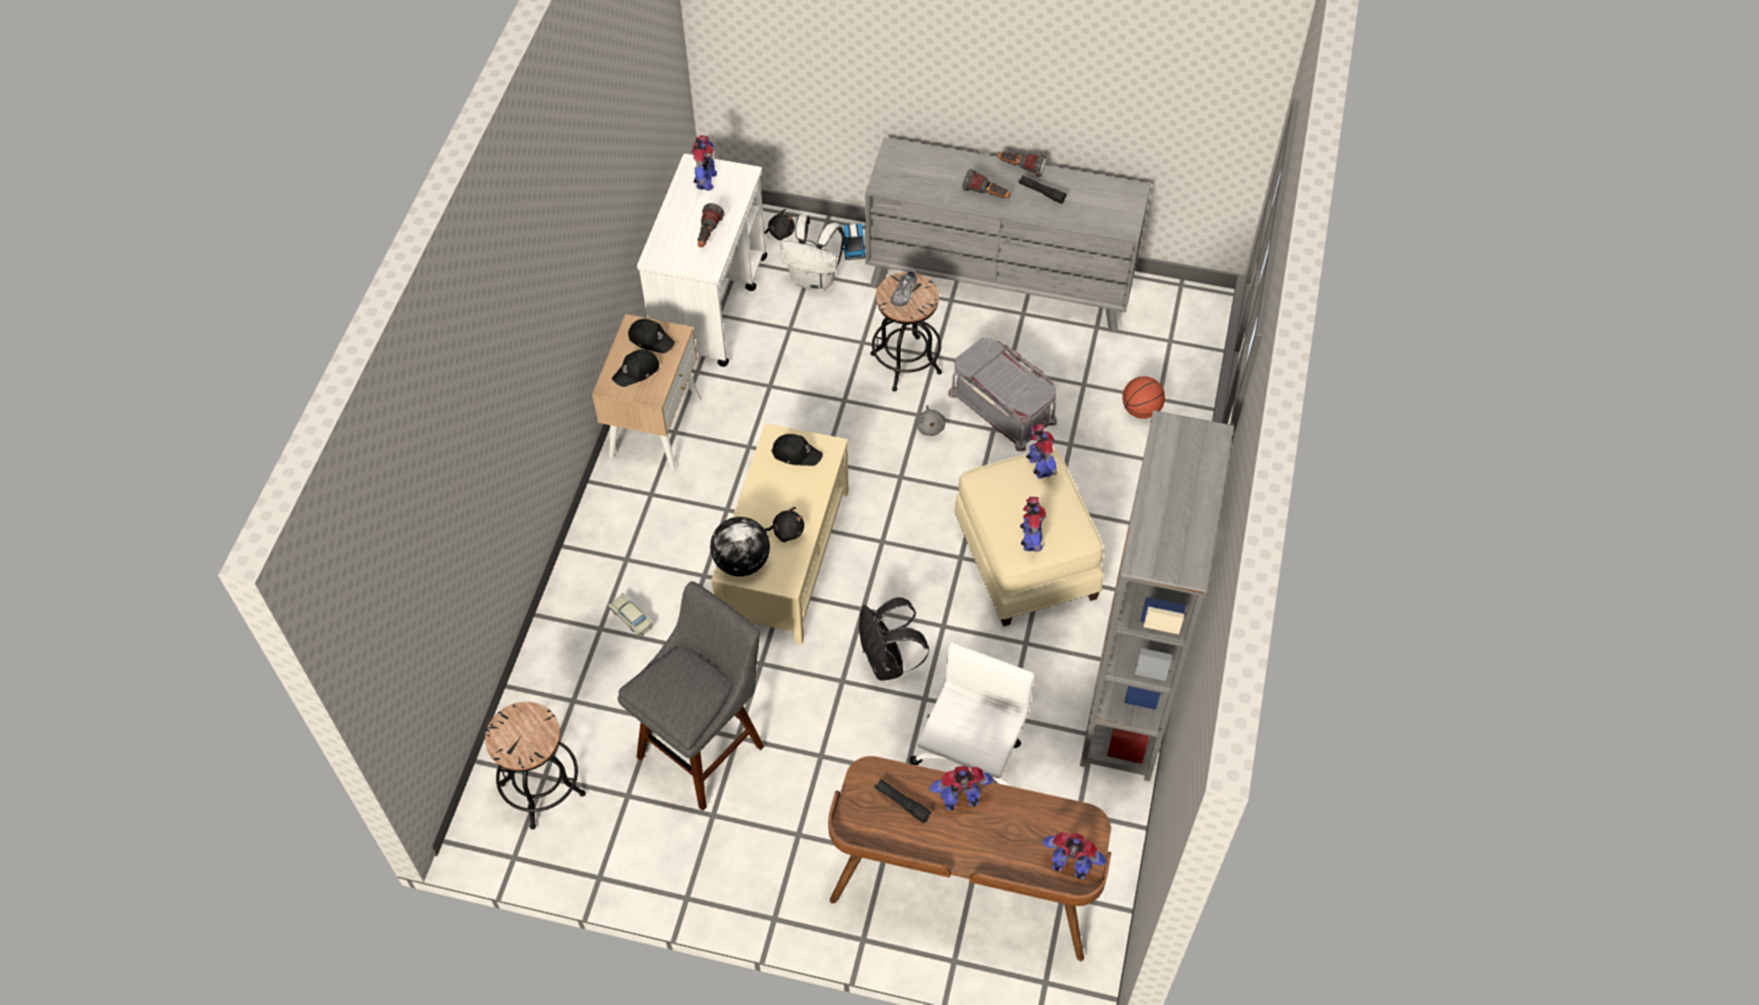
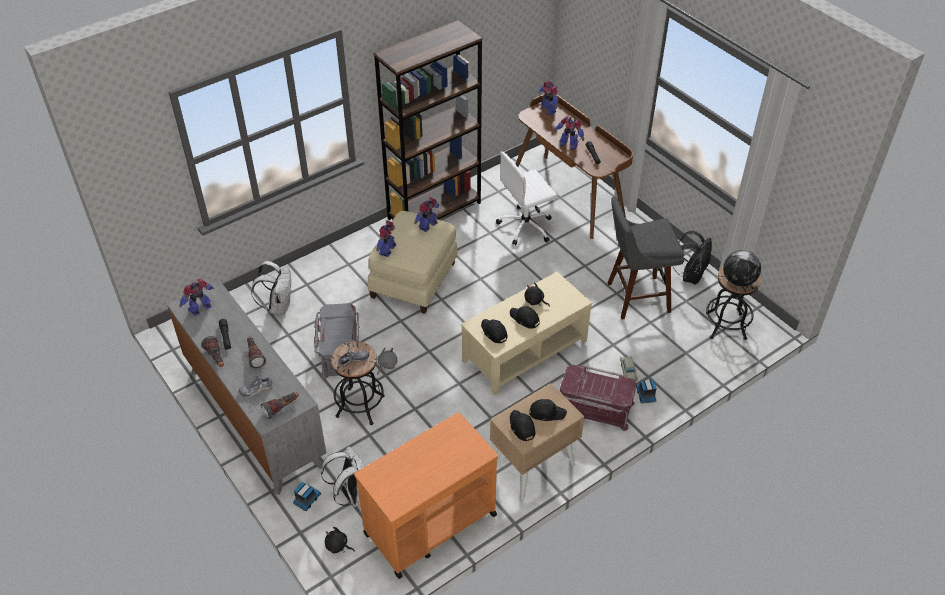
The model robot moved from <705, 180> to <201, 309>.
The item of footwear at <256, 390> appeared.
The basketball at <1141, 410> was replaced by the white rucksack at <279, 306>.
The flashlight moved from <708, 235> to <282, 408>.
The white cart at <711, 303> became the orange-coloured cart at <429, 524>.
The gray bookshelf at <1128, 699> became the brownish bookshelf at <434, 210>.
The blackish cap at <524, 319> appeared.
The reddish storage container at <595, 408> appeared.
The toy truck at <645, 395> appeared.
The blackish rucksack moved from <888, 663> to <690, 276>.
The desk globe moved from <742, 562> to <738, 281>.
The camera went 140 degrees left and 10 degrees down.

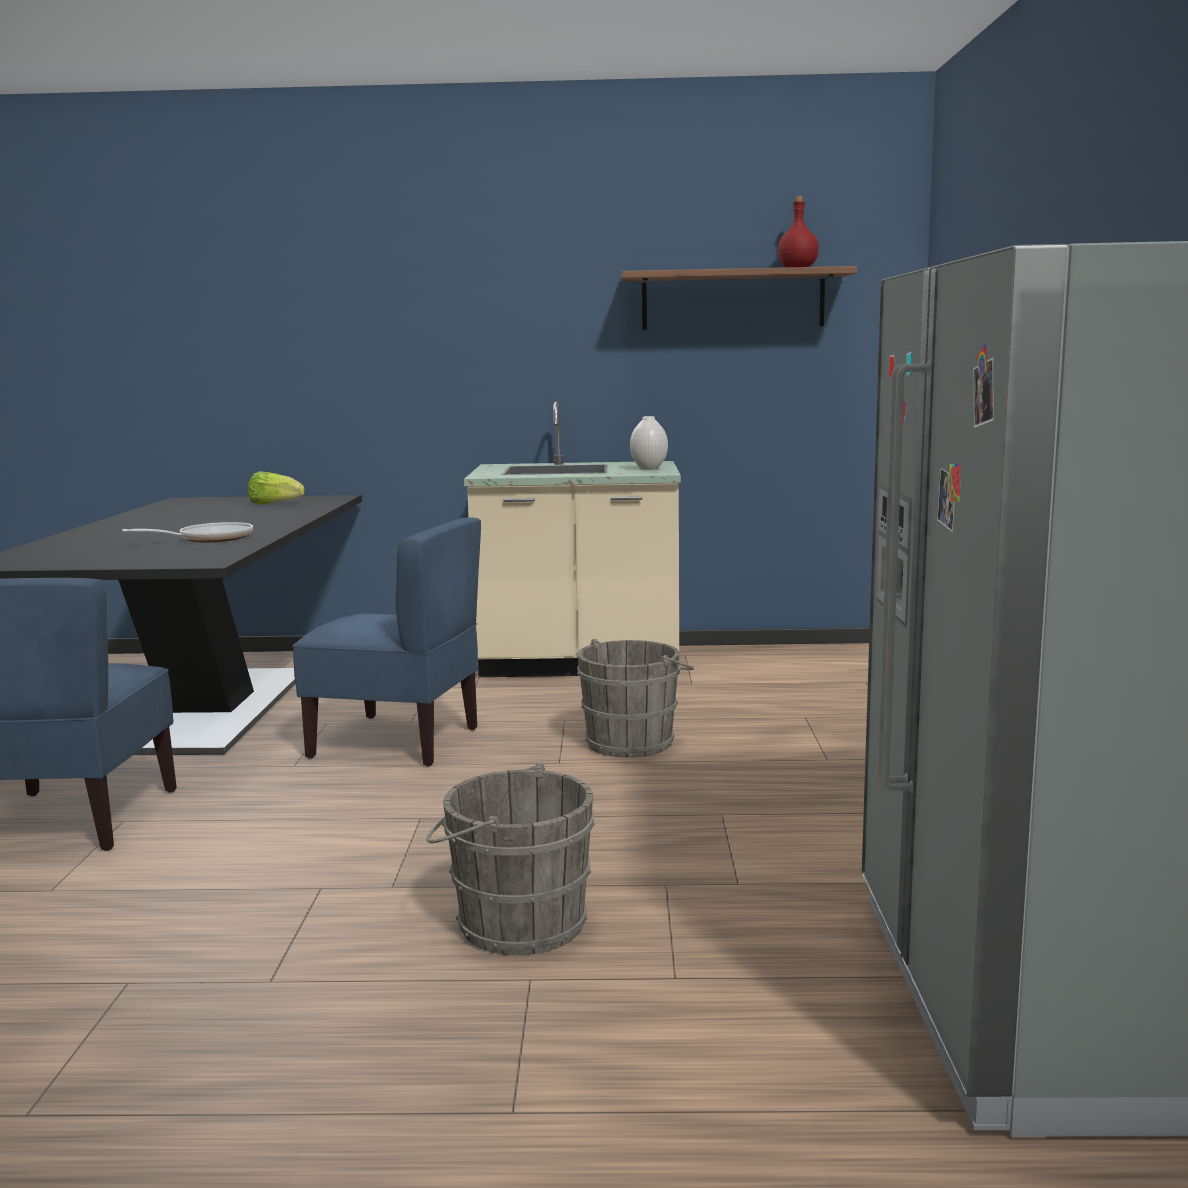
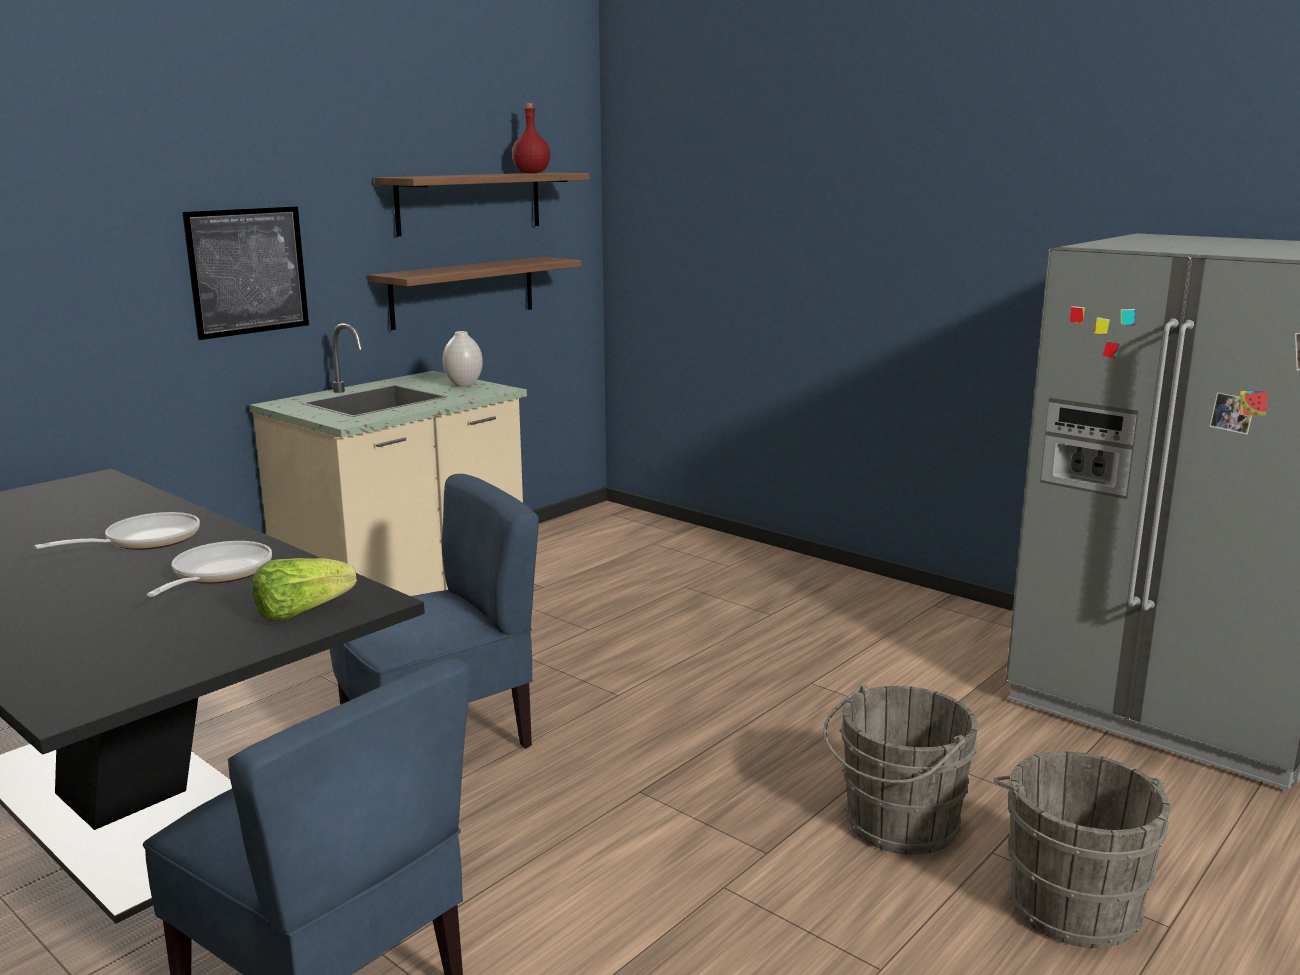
The pan at <144, 540> appeared.
The wall picture at <248, 271> appeared.
The head of lettuce moved from <274, 504> to <301, 612>.
The wall shelf at <463, 292> appeared.
The gray bucket moved from <634, 741> to <1070, 901>.
The camera went 50 degrees left and 5 degrees up.

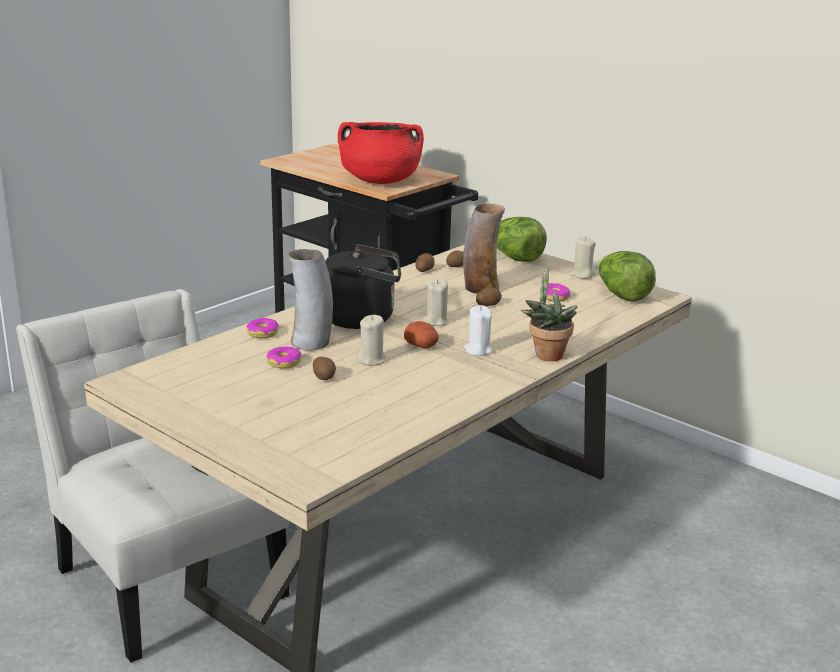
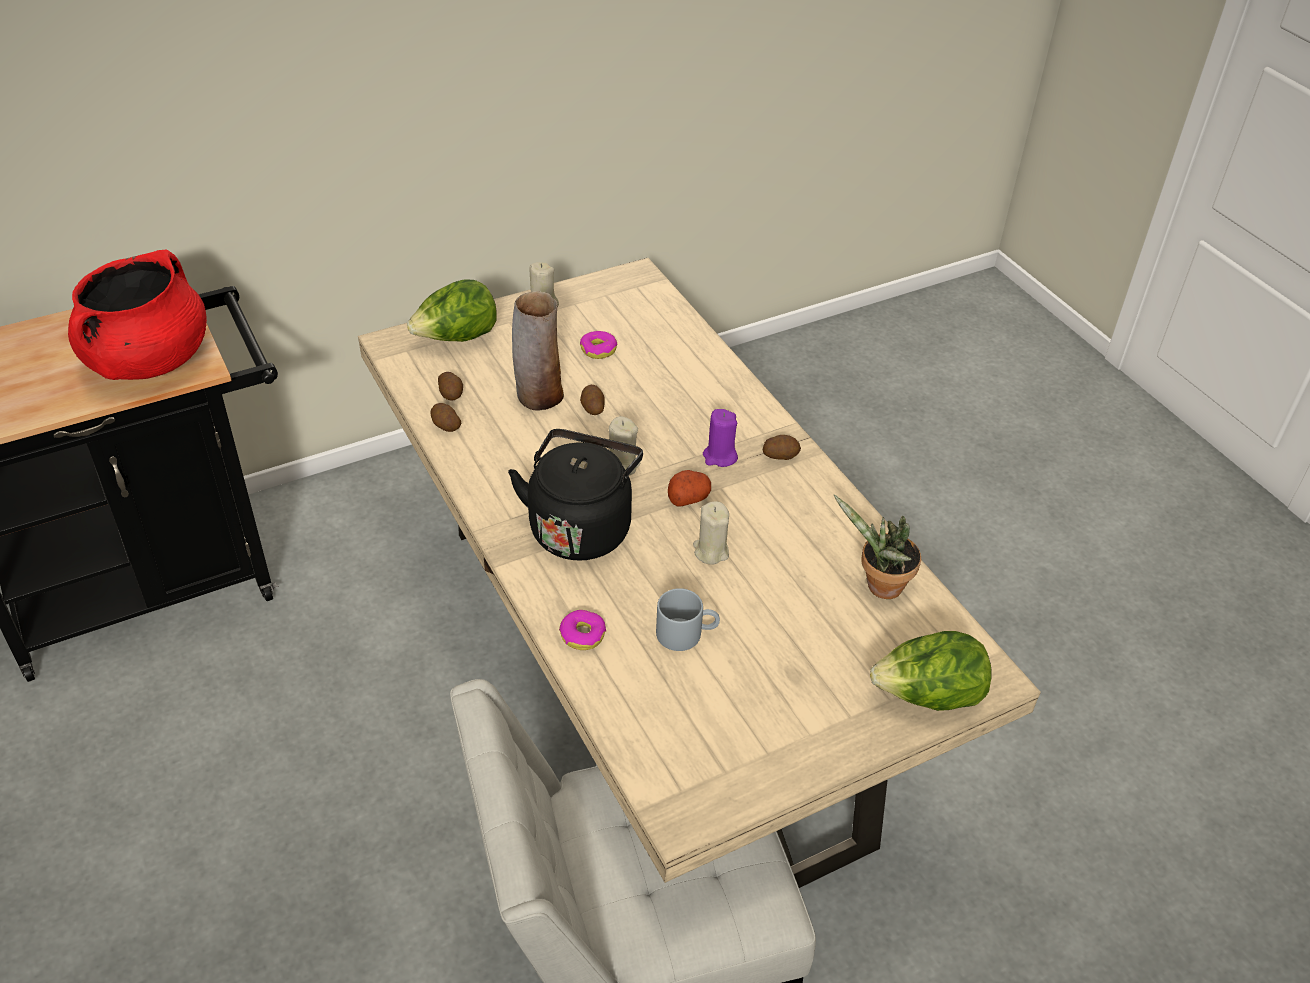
The doughnut at <284, 362> was replaced by the gray mug at <686, 633>.
The white wax light at <478, 350> became the purple-coloured wax light at <719, 456>.
The whole potato moved from <324, 377> to <780, 455>.
The plant in a pot moved from <546, 354> to <879, 587>.
The head of lettuce moved from <622, 296> to <927, 697>.
The decorative vase at <311, 342> disappeared.
The camera went 70 degrees left and 20 degrees up.

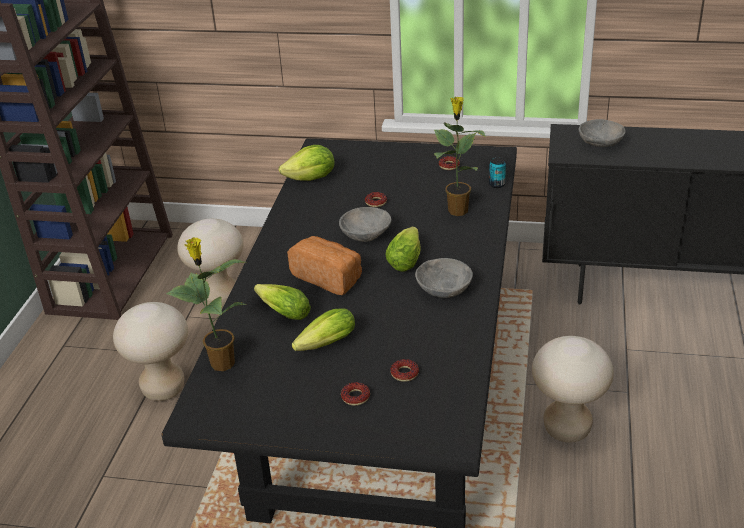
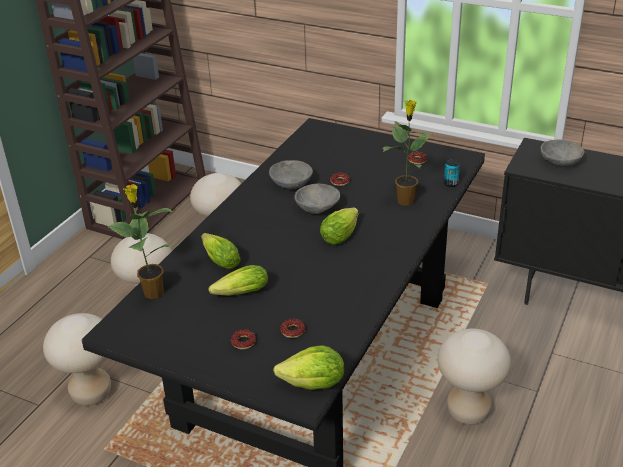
The beige stool seat at <91, 393> appeared.
The gray serving bowl moved from <443, 290> to <290, 184>.
The head of lettuce moved from <311, 179> to <314, 384>.
The bread at <328, 277> disappeared.
The camera went 15 degrees right and 0 degrees up.

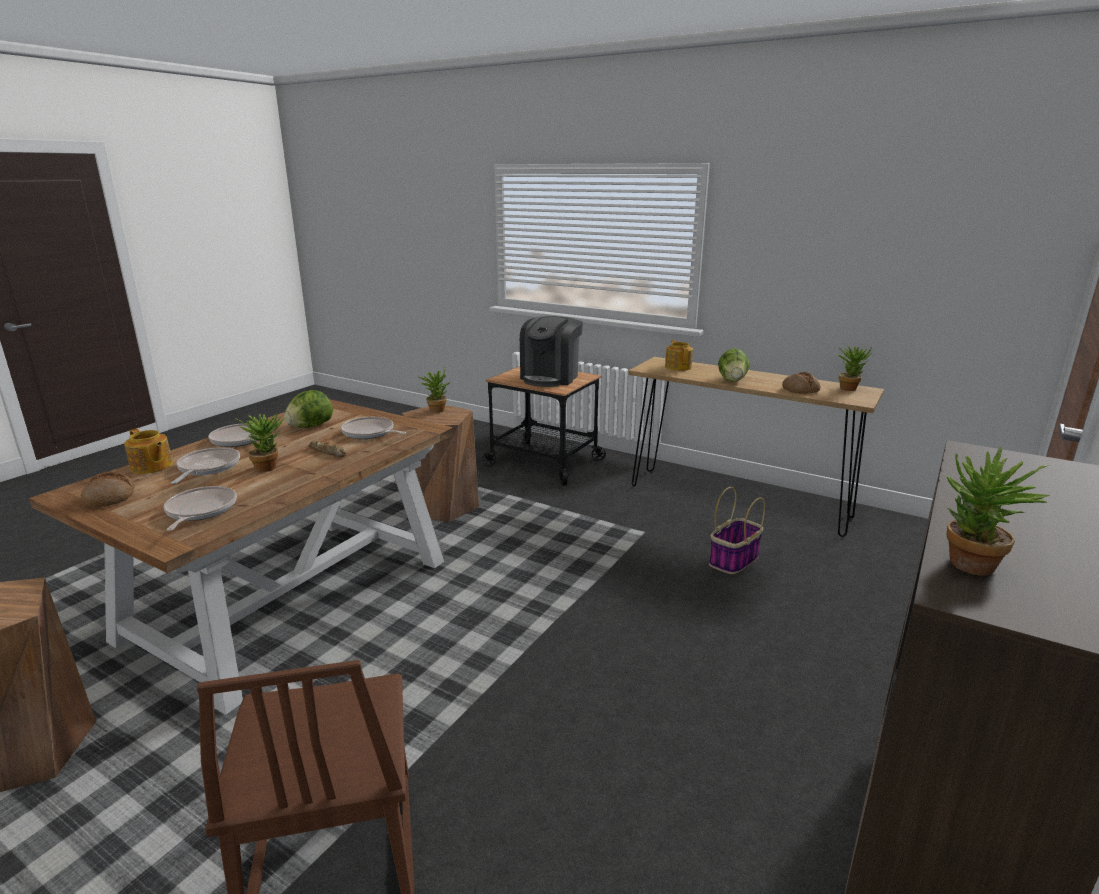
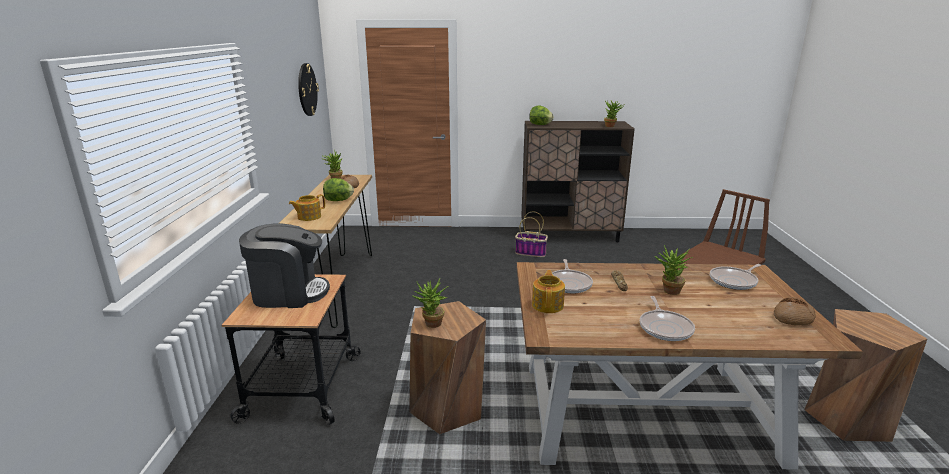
The wall clock at <307, 89> appeared.
The household basket moved from <733, 560> to <531, 252>.
The head of lettuce moved from <310, 426> to <540, 125>.
The pot for tea moved from <151, 466> to <548, 305>.
The pan at <207, 468> disappeared.
The camera went 120 degrees left and 0 degrees up.

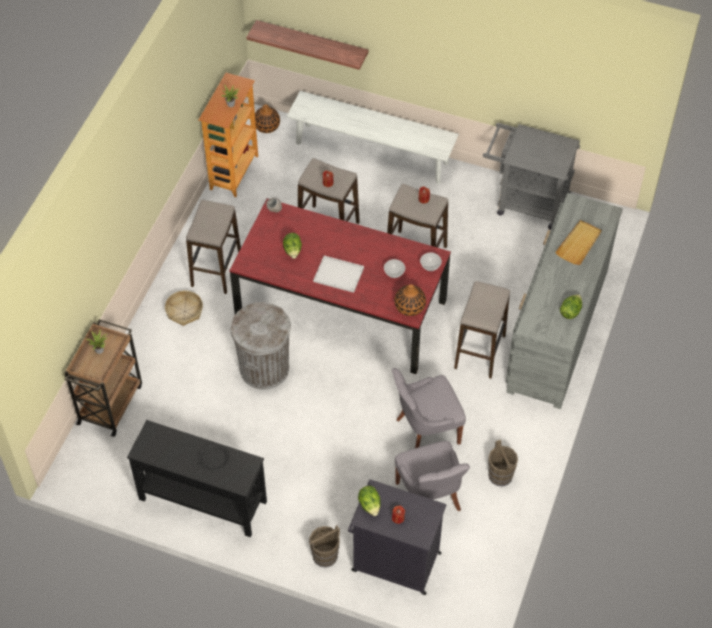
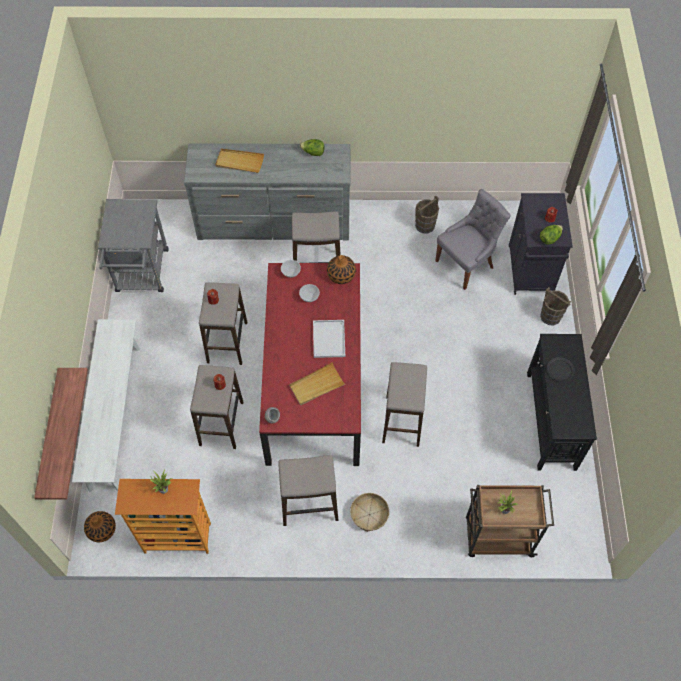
The head of lettuce at <293, 251> was replaced by the beige carrying tray at <316, 385>.
The gray waste bin at <264, 368> was replaced by the stool seat at <402, 421>.
The gray upright chair at <425, 431> disappeared.
The camera went 110 degrees left and 5 degrees up.

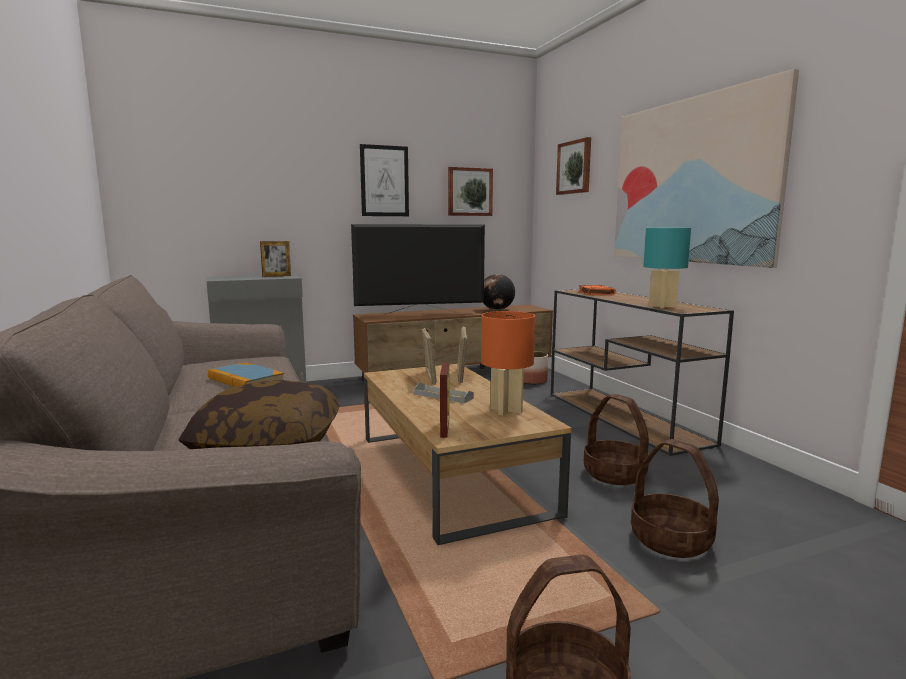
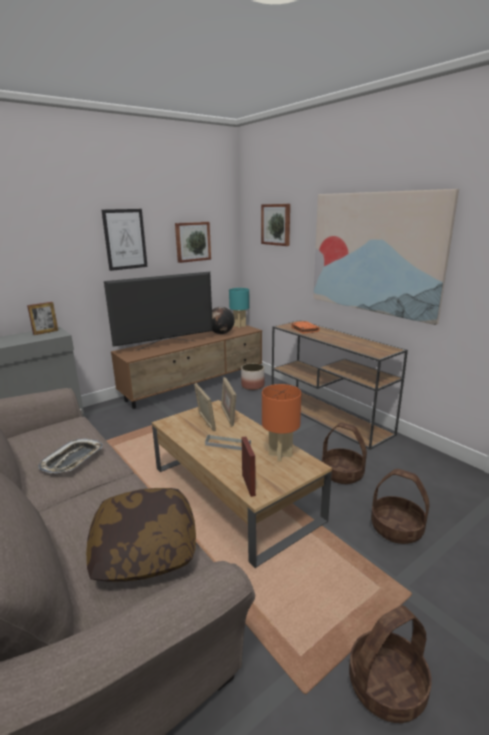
The volume at <245, 380> was replaced by the carrying tray at <73, 460>.
The blue-green table lamp moved from <662, 306> to <239, 326>.
The camera went 15 degrees left and 10 degrees up.

